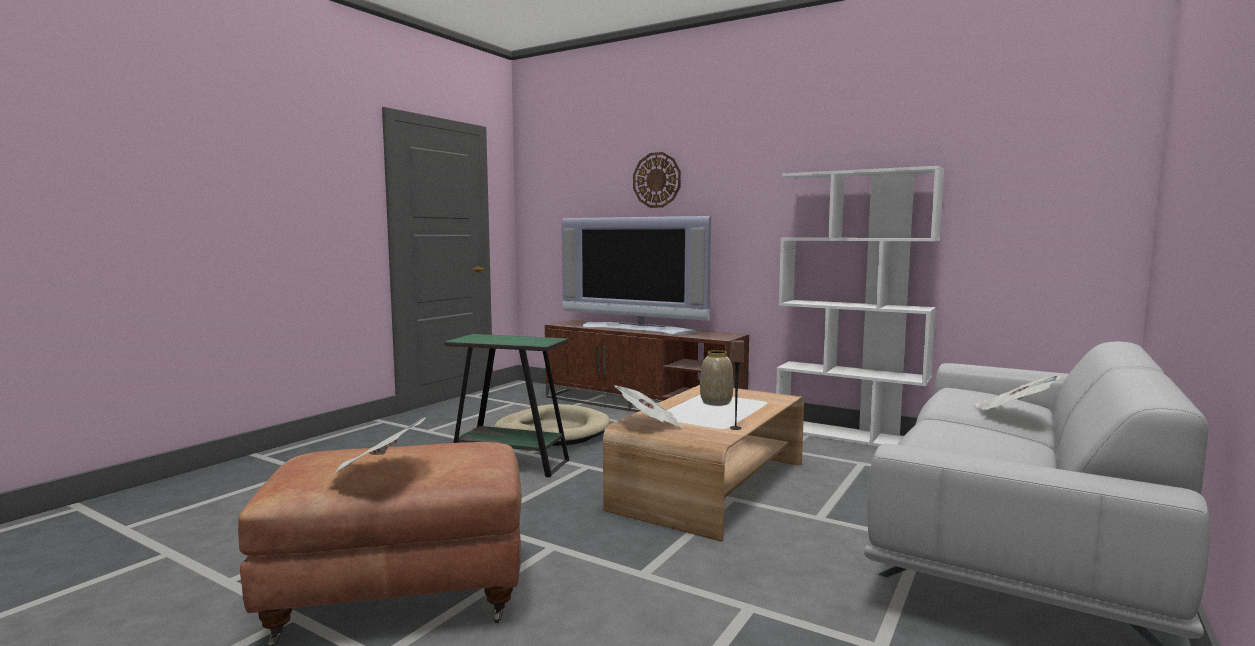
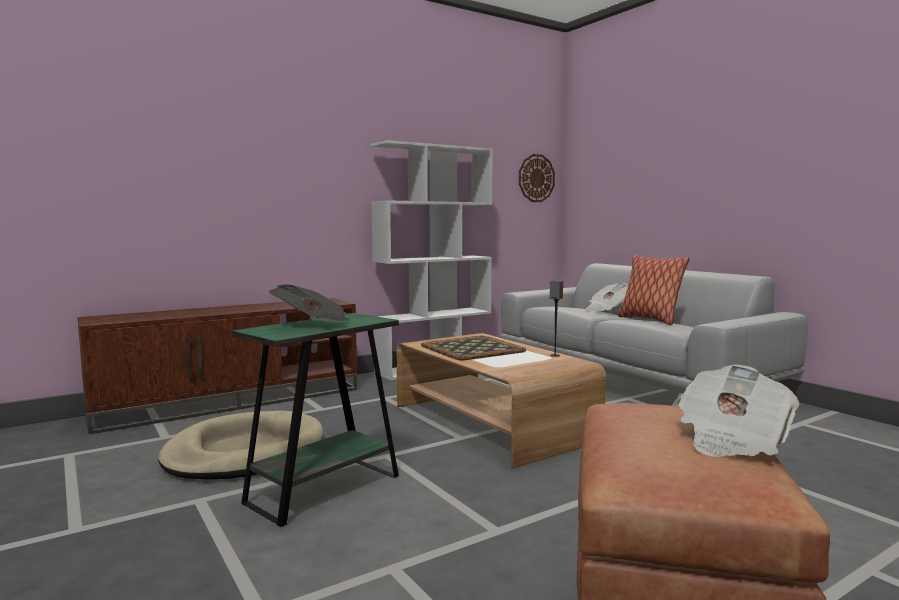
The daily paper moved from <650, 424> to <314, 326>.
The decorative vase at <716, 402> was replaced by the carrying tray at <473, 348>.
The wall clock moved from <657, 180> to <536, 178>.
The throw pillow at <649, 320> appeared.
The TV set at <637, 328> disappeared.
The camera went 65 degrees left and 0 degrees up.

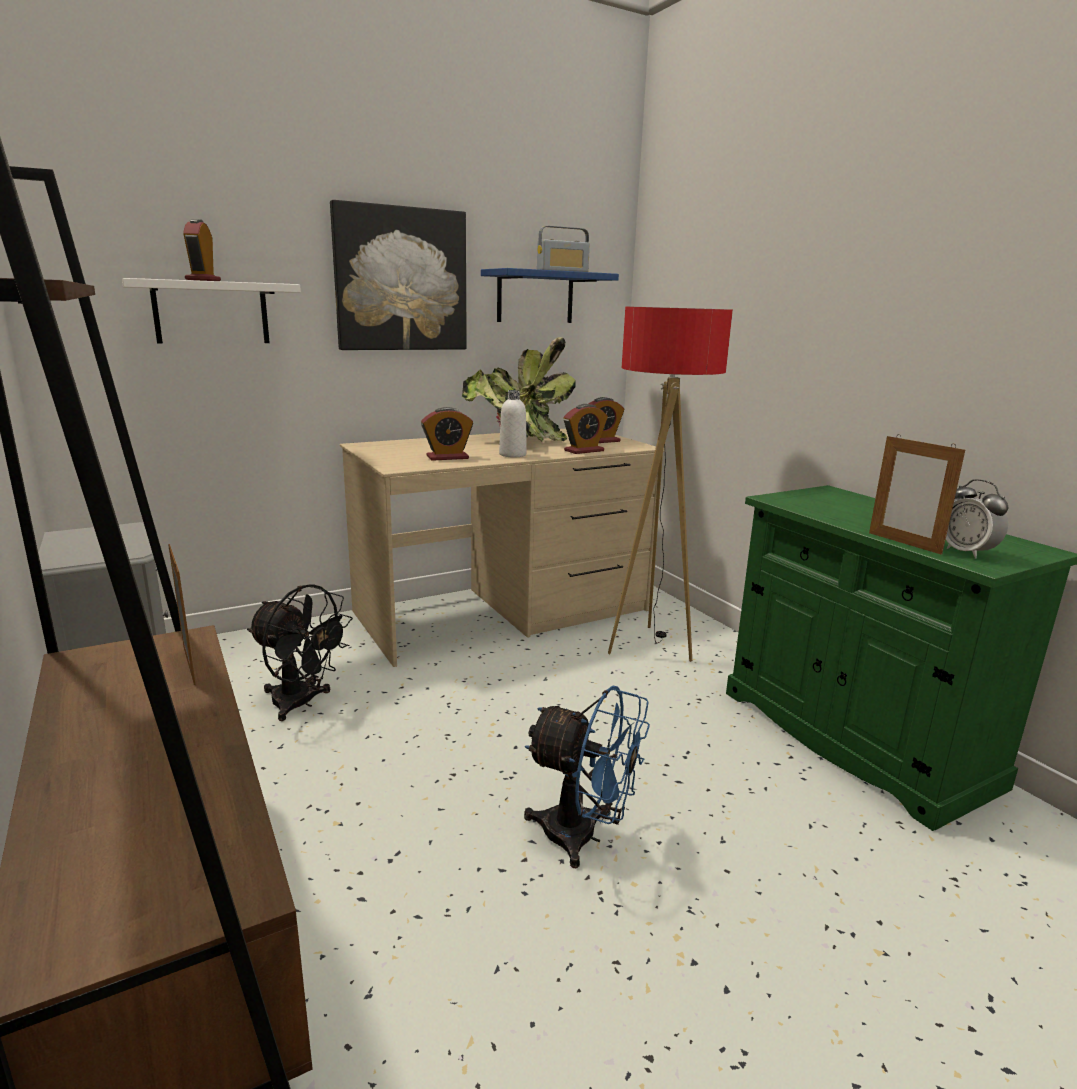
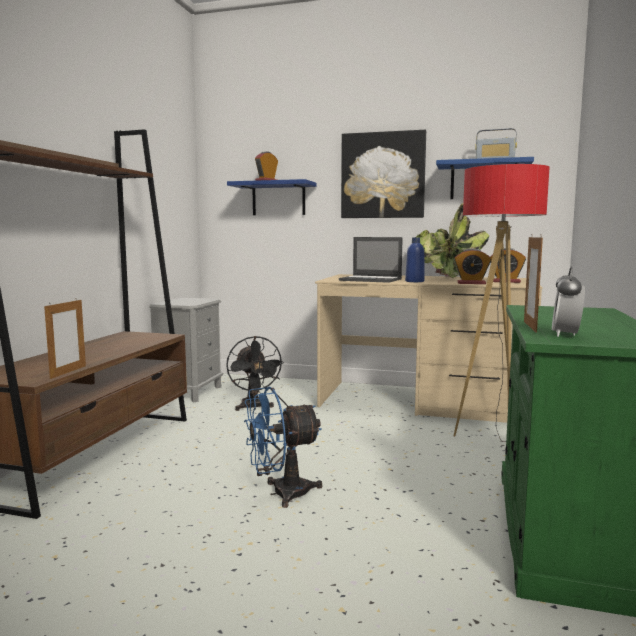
The picture frame moved from <189, 665> to <68, 372>.
The white wall shelf at <211, 313> became the bluish wall shelf at <278, 199>.
The bluish electric fan at <583, 836> turned 90 degrees clockwise.
The table clock at <447, 457> was replaced by the laptop at <371, 280>.
The white beverage bottle at <512, 455> became the bluish beverage bottle at <414, 281>.
The camera went 45 degrees right and 10 degrees down.

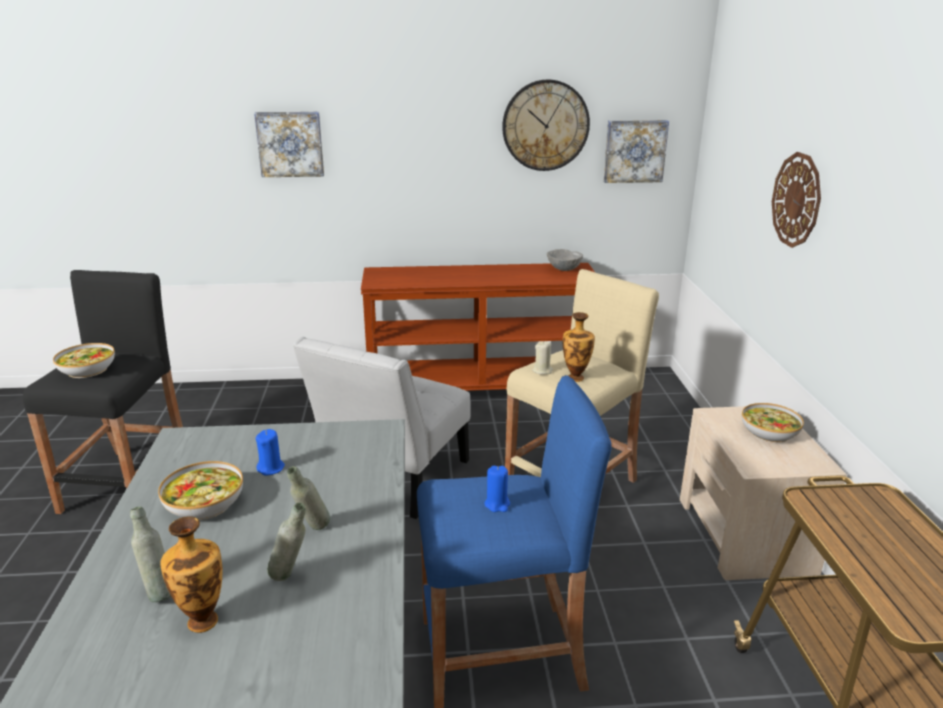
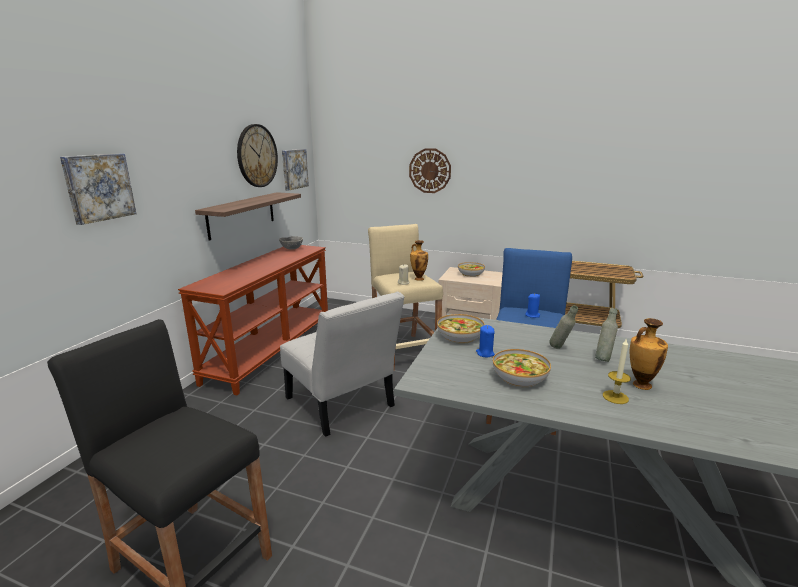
The wall shelf at <242, 215> appeared.
The serving bowl moved from <88, 370> to <460, 336>.
The gray beverage bottle at <159, 592> was replaced by the wax light at <615, 397>.
The camera went 65 degrees left and 5 degrees down.

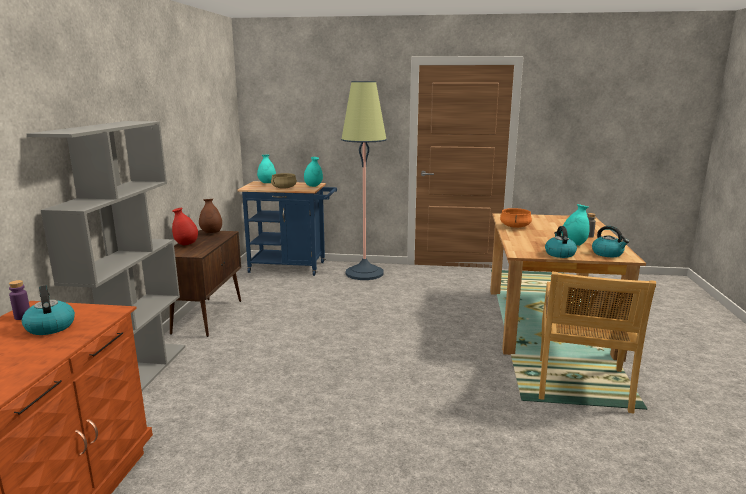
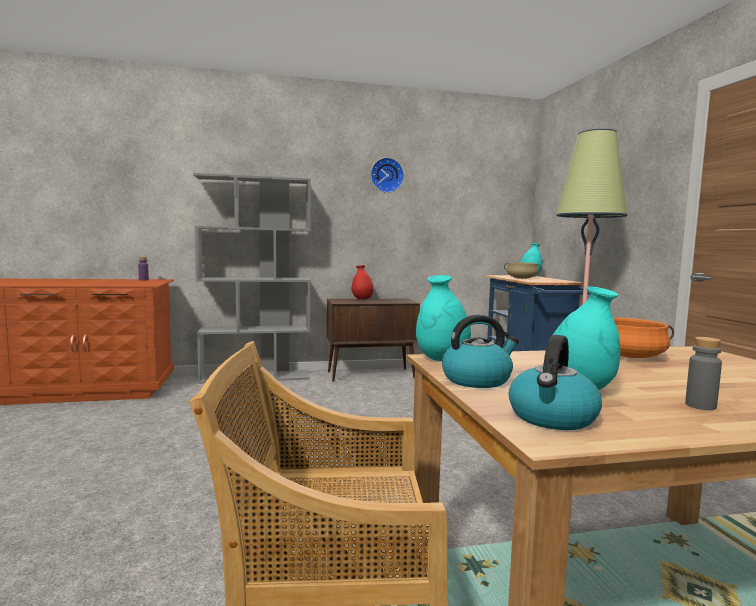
The wall clock at <386, 175> appeared.
The blue-green decorative vase moved from <313, 186> to <441, 359>.
The water kettle at <50, 327> disappeared.
The brownish decorative vase at <211, 233> disappeared.
The camera went 70 degrees right and 10 degrees down.

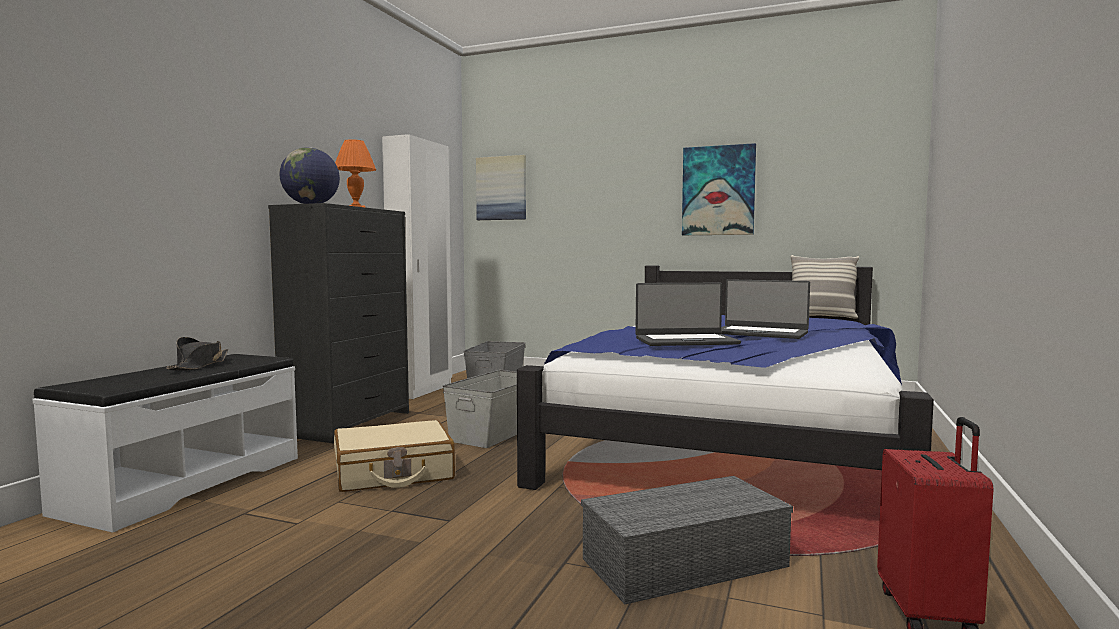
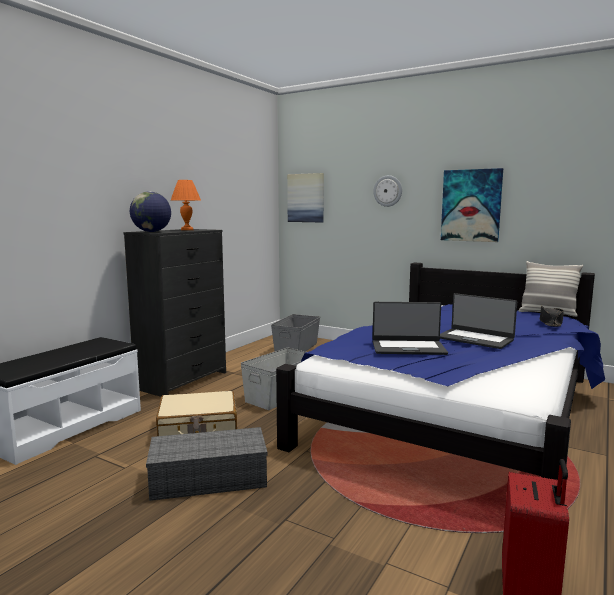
The gray storage container moved from <683, 564> to <207, 479>.
The wall clock at <388, 191> appeared.
The blackish wearable hat moved from <199, 365> to <550, 322>.
The white armoire at <422, 390> disappeared.
The camera went 10 degrees right and 5 degrees up.

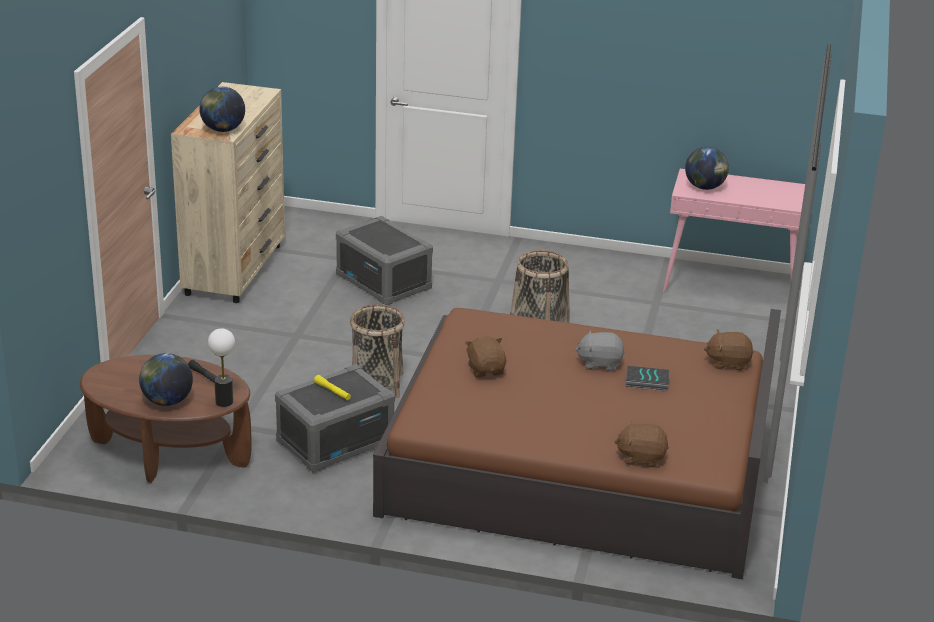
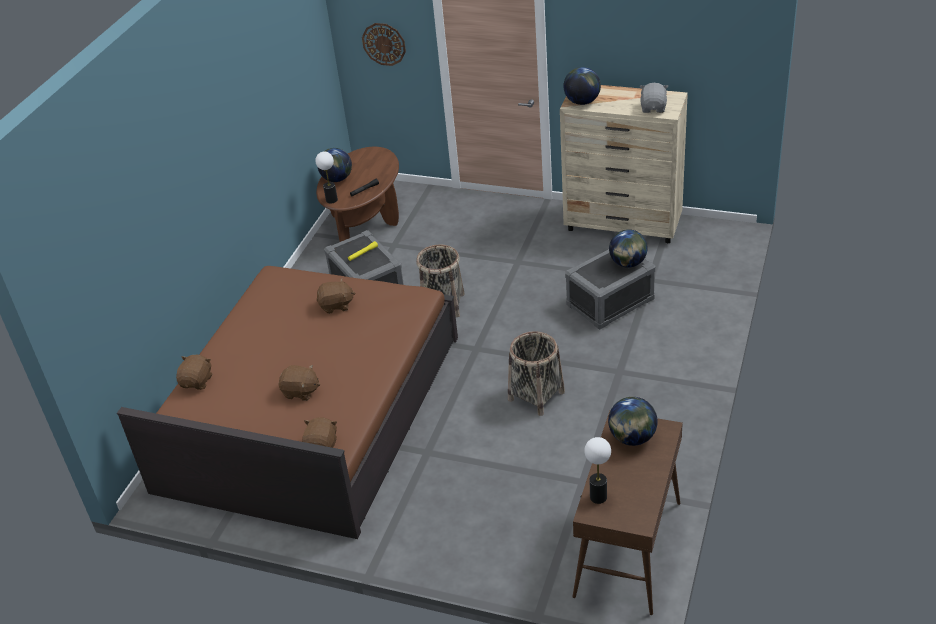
The volume at <646, 382> was replaced by the brownish soft toy at <301, 392>.
The wall clock at <384, 44> appeared.
The pink-coloured hall table at <731, 284> became the brownish hall table at <628, 550>.
The table lamp at <598, 497> appeared.
The desk globe at <628, 263> appeared.
The gray soft toy moved from <600, 363> to <653, 108>.
The camera went 100 degrees right and 10 degrees up.

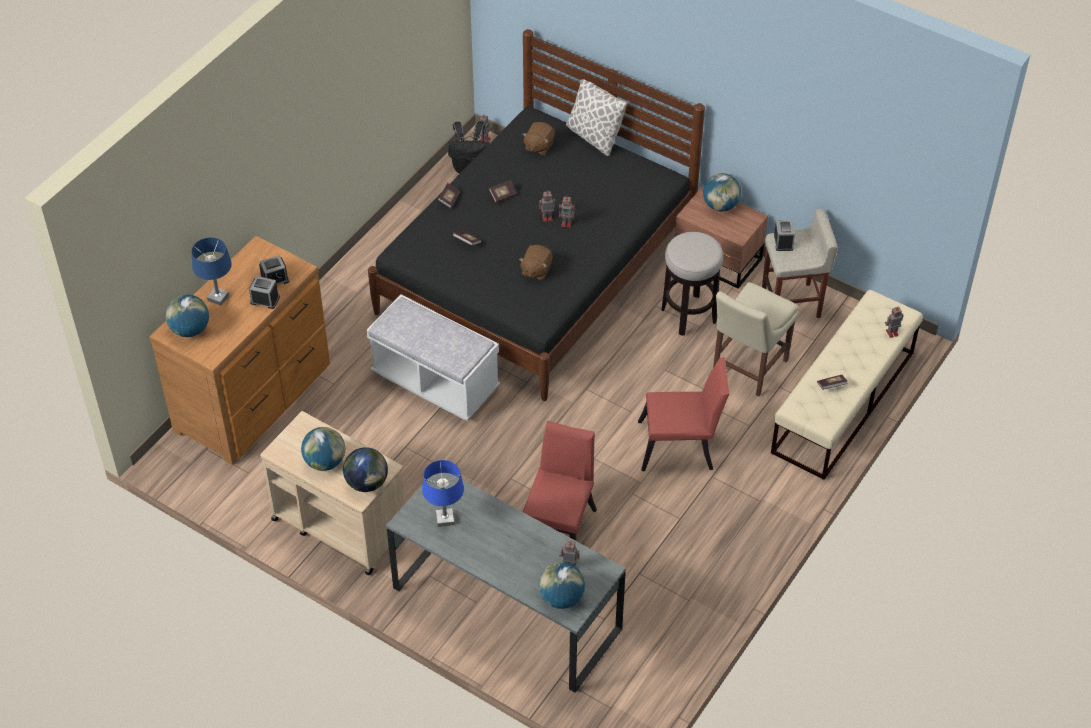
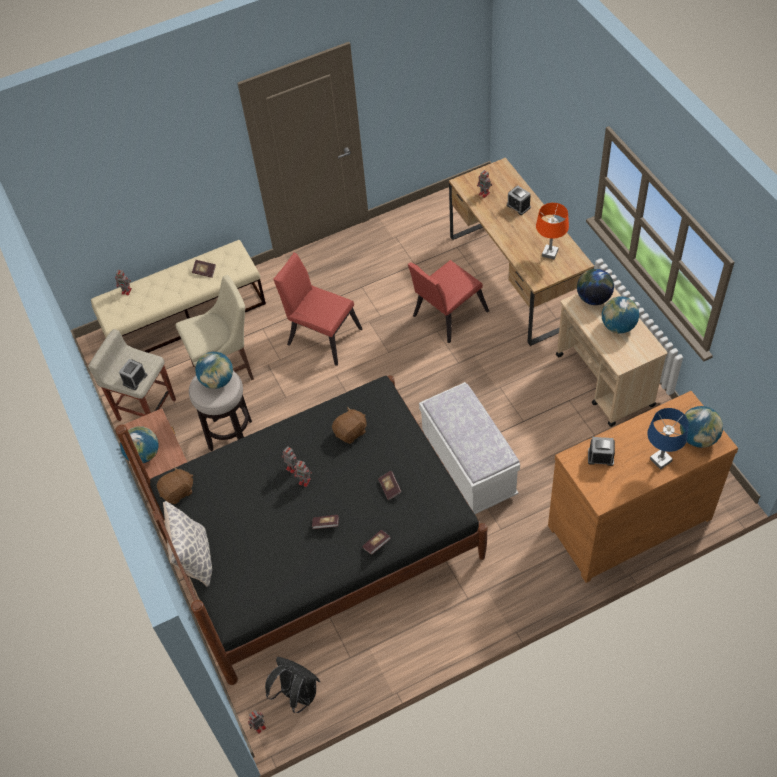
The brownish soft toy moved from <539, 146> to <178, 492>.
The desk globe moved from <561, 598> to <217, 381>.
The gray desk at <506, 608> became the brownish desk at <516, 277>.
The table clock moved from <265, 300> to <518, 206>.
The bluish table lamp at <445, 519> became the orange-coloured table lamp at <549, 253>.
The camera went 145 degrees left and 5 degrees up.

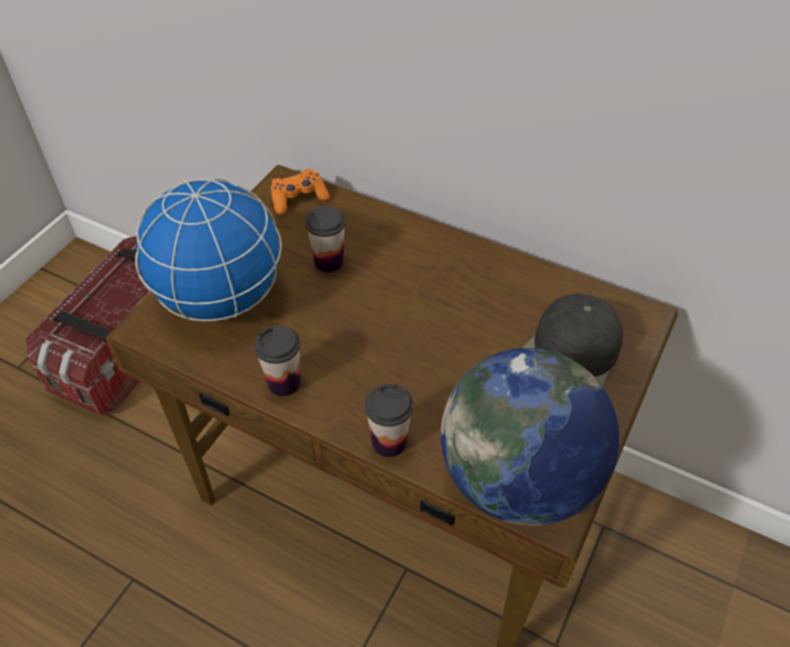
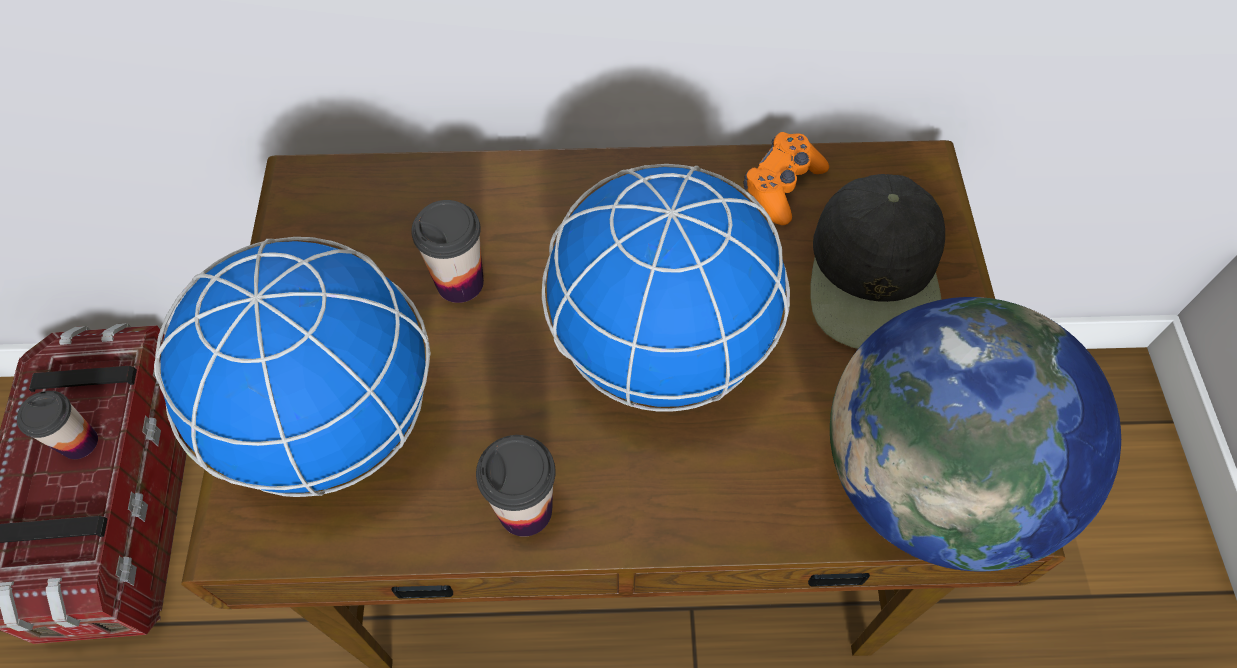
The drinking cup moved from <389, 442> to <79, 442>.
The desk globe at <660, 349> appeared.
The orange-coloured joypad moved from <298, 198> to <782, 186>.
The camera went 30 degrees left and 10 degrees up.

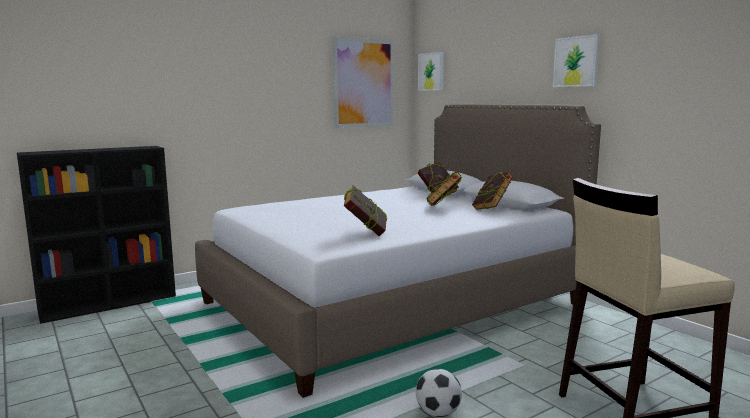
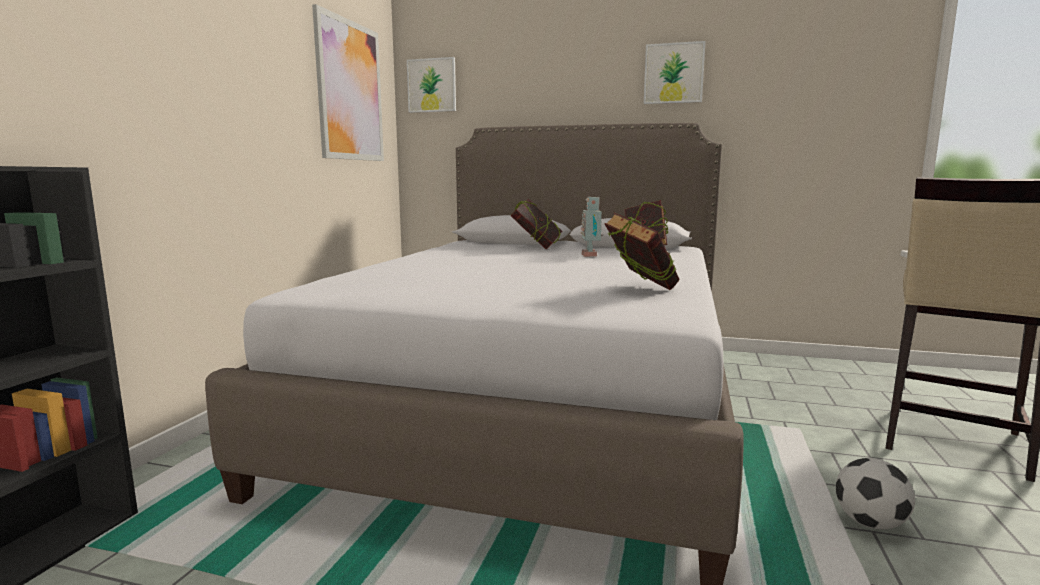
The volume at <443, 208> was replaced by the model robot at <591, 255>.
The camera went 40 degrees left and 0 degrees up.

